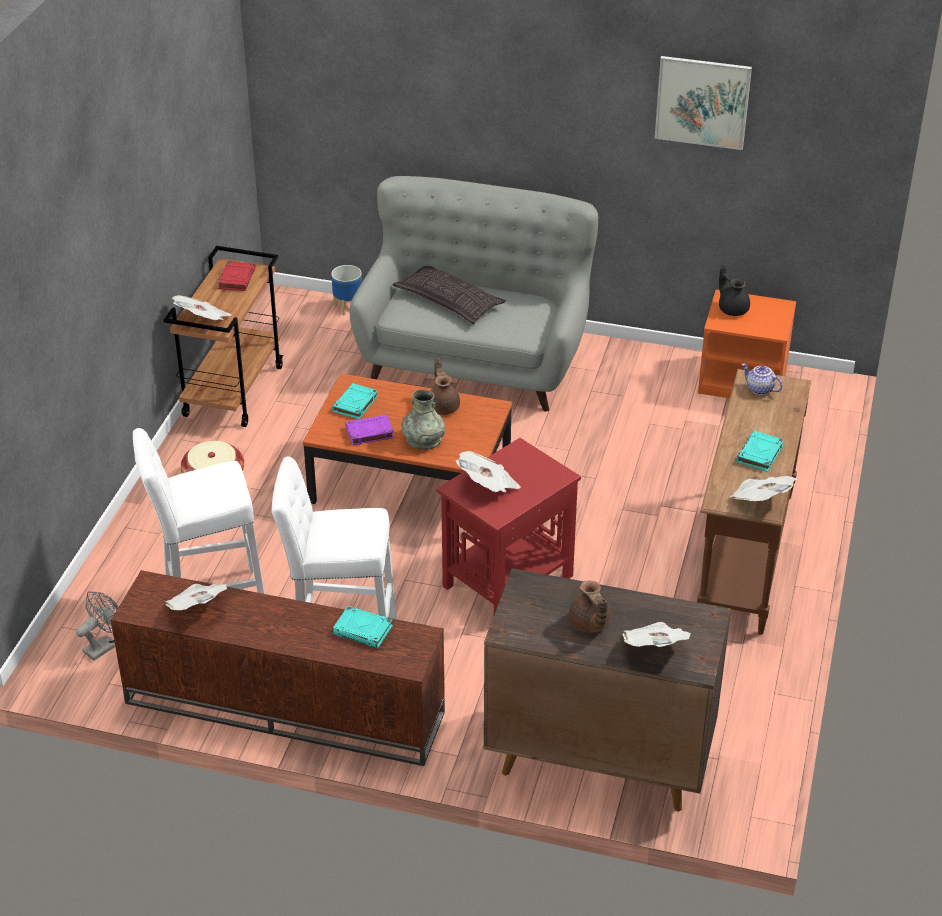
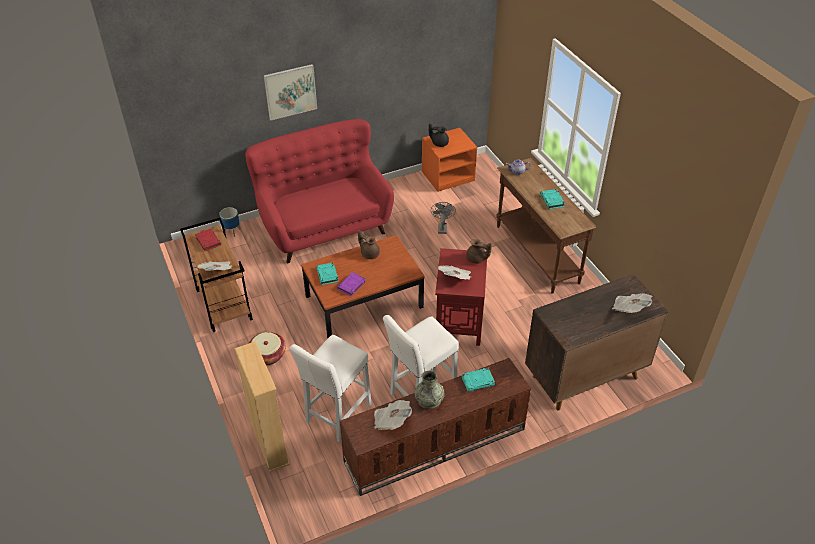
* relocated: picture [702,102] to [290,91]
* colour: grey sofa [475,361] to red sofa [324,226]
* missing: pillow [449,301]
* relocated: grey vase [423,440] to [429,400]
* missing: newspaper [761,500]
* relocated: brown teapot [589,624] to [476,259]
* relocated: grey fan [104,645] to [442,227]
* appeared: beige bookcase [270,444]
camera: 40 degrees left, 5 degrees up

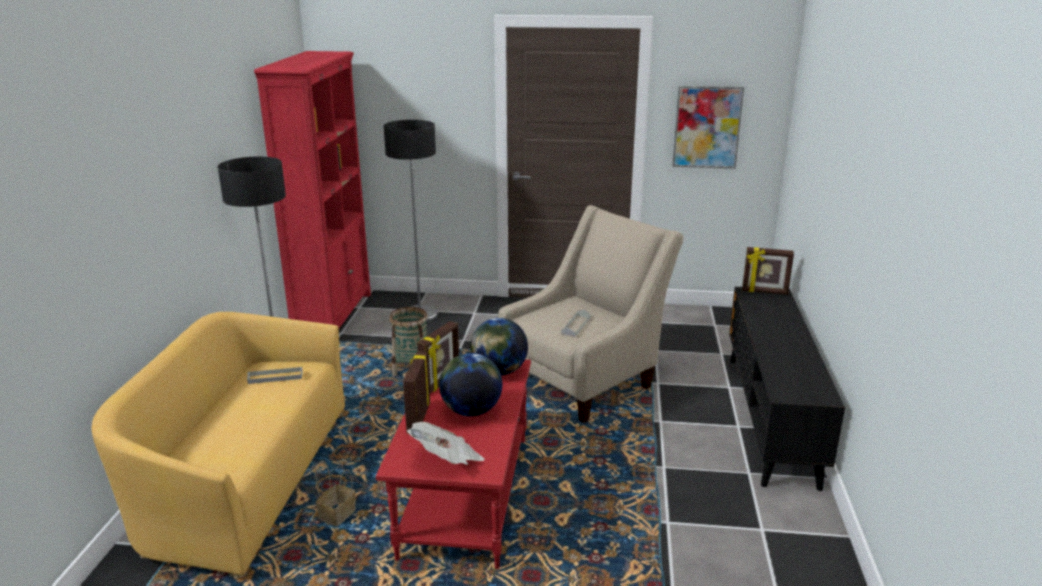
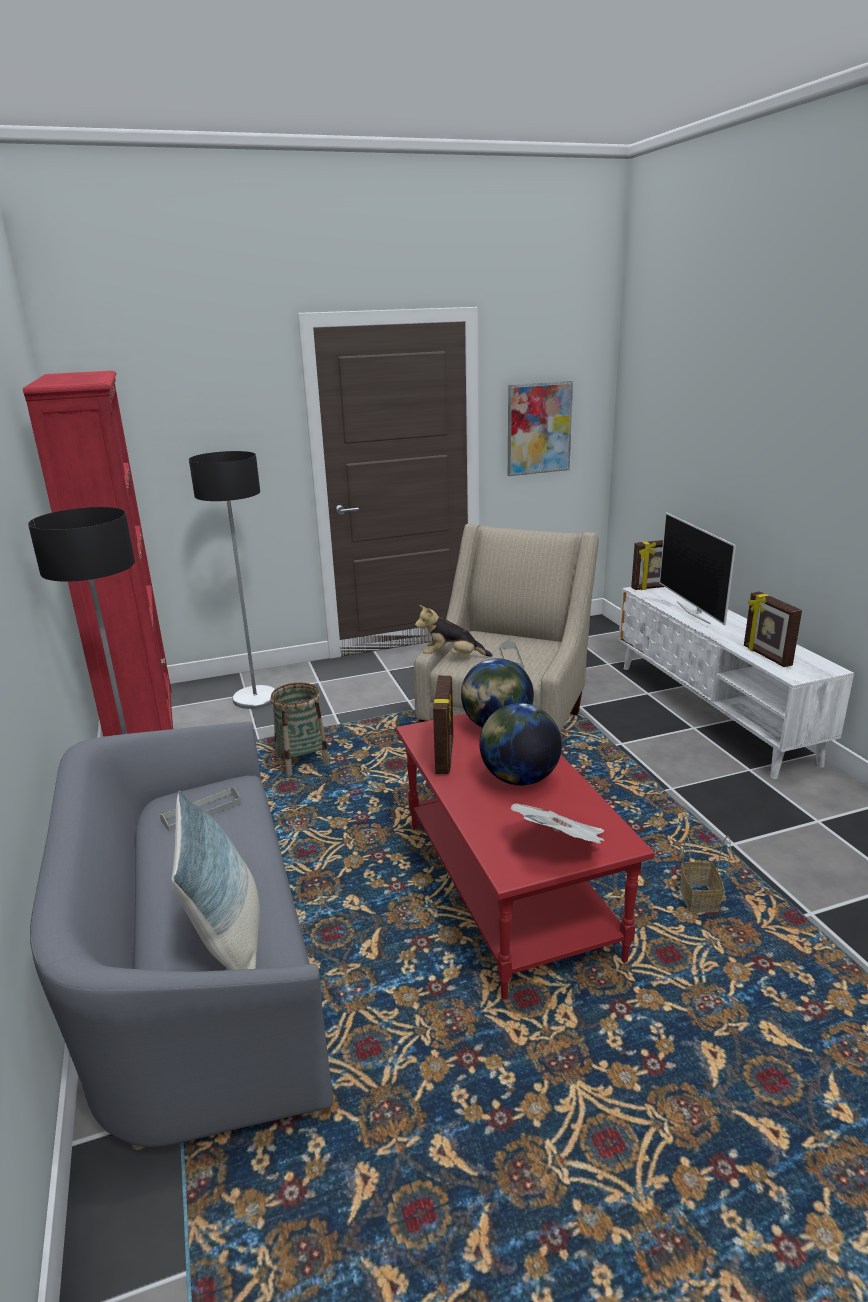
* colour: black tv stand [771,417] to white tv stand [712,711]
* colour: yellow sofa [242,480] to grey sofa [200,972]
* relocated: picture frame [417,418] to [766,656]
* relocated: basket [337,516] to [700,901]
* appeared: television [694,612]
* appeared: plush toy [452,657]
* appeared: pillow [228,939]
camera: 25 degrees left, 0 degrees up

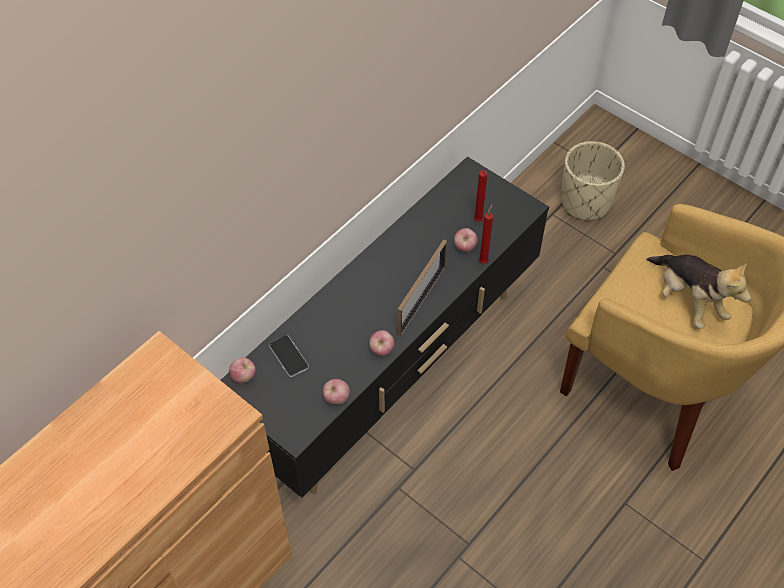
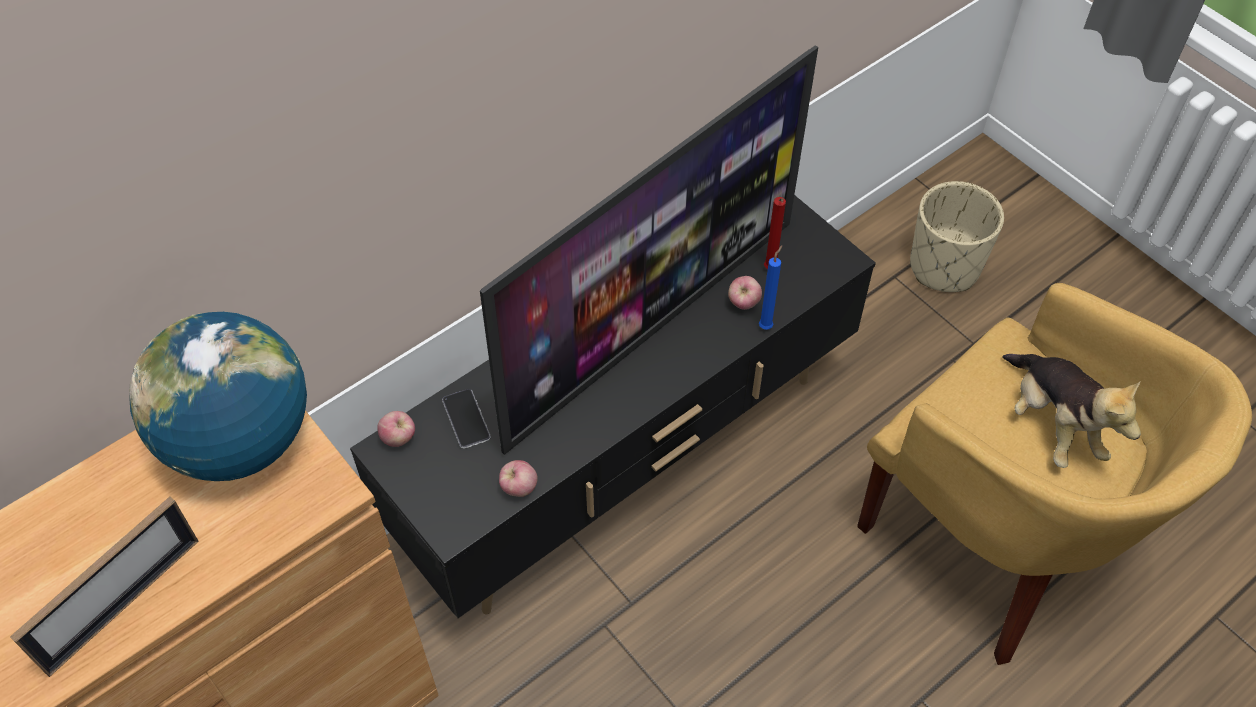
* colour: red candle [484,261] to blue candle [766,325]
* relocated: picture frame [421,300] to [123,604]
* missing: apple [381,350]
* appeared: television [650,327]
* appeared: globe [240,441]
camera: 10 degrees right, 0 degrees up

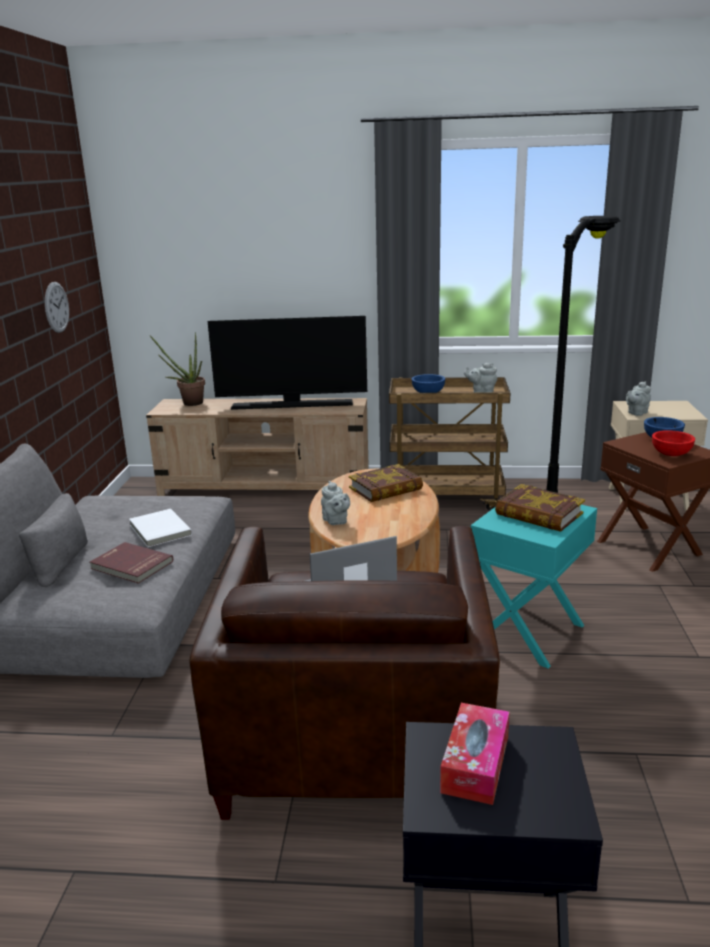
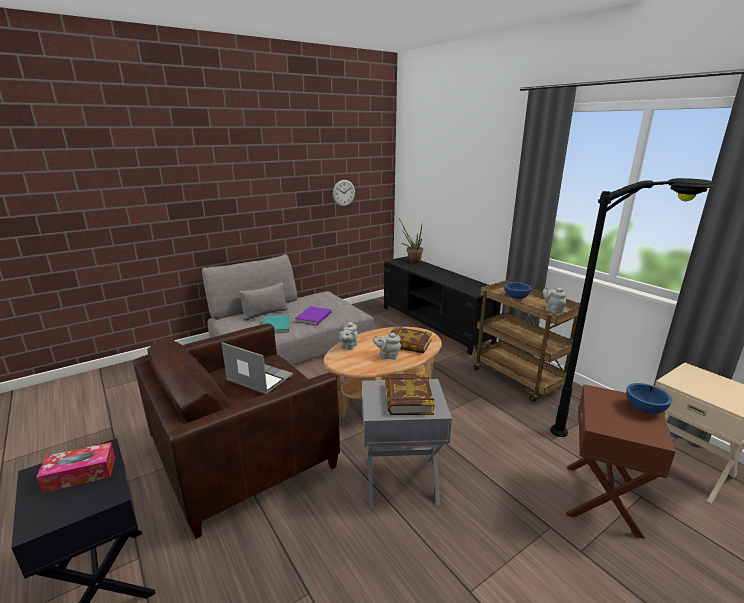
* missing: television [293,405]
* relocated: grey teapot [636,413] to [388,356]
* colour: beige tv stand [266,488] to black tv stand [435,325]
* missing: red bowl [670,454]
* colour: turquoise side table [529,633] to grey side table [401,481]
* colour: white book [159,530] to purple book [313,317]
* colour: red book [131,565] to turquoise book [275,326]
camera: 50 degrees right, 0 degrees up

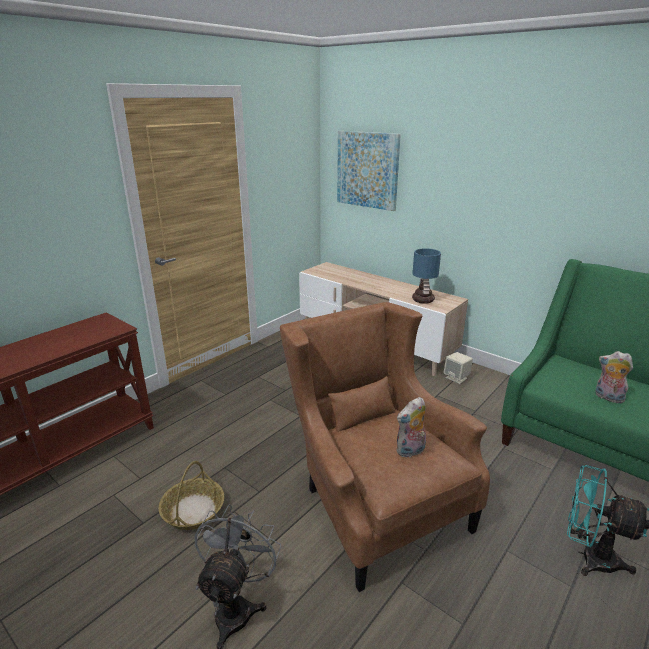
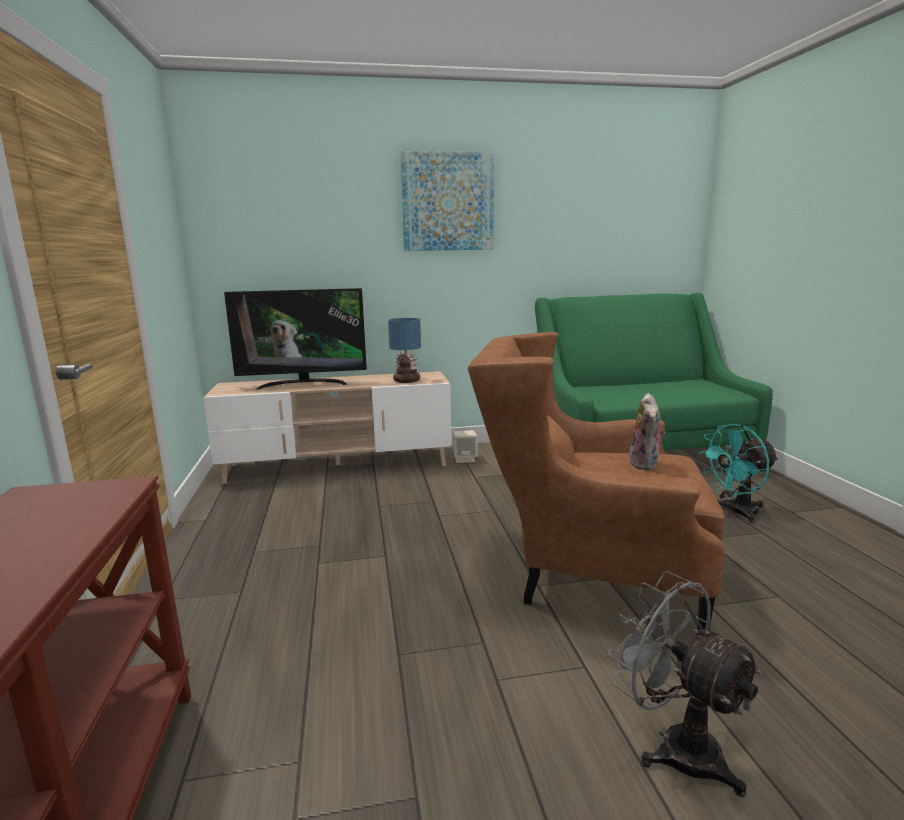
* relocated: picture [367,170] to [447,202]
* missing: plush toy [607,397]
* missing: basket [193,510]
* appeared: television [303,384]
camera: 50 degrees left, 10 degrees down

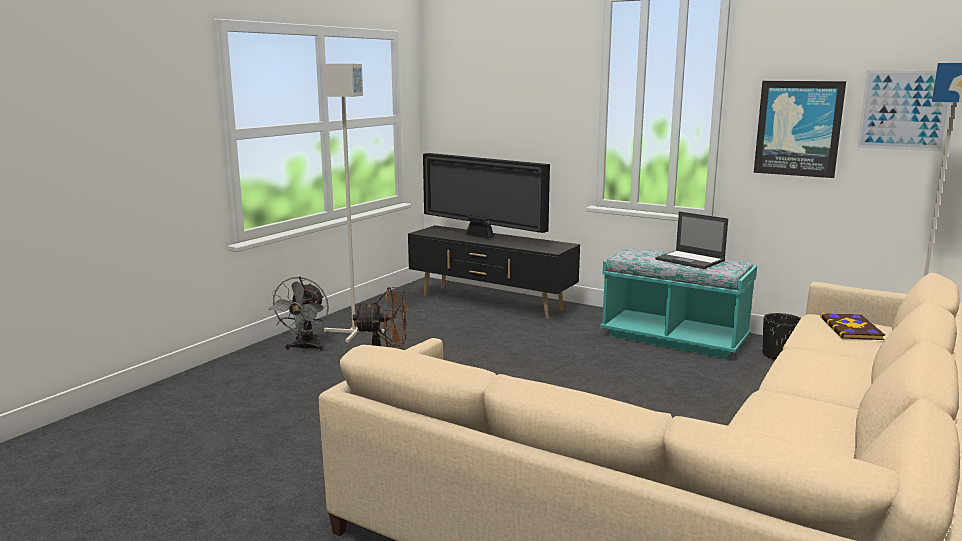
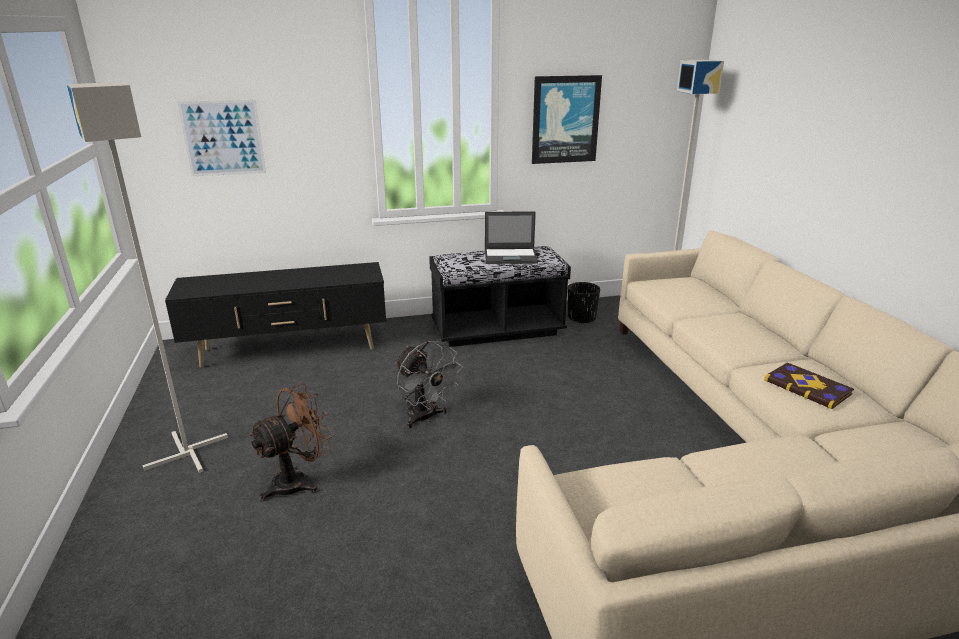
* relocated: picture [905,110] to [223,138]
* missing: television [482,237]
* colour: turquoise bench [674,338] to black bench [497,329]
* relocated: grey fan [305,348] to [425,418]
* relocated: book [852,329] to [808,387]
camera: 45 degrees left, 10 degrees up

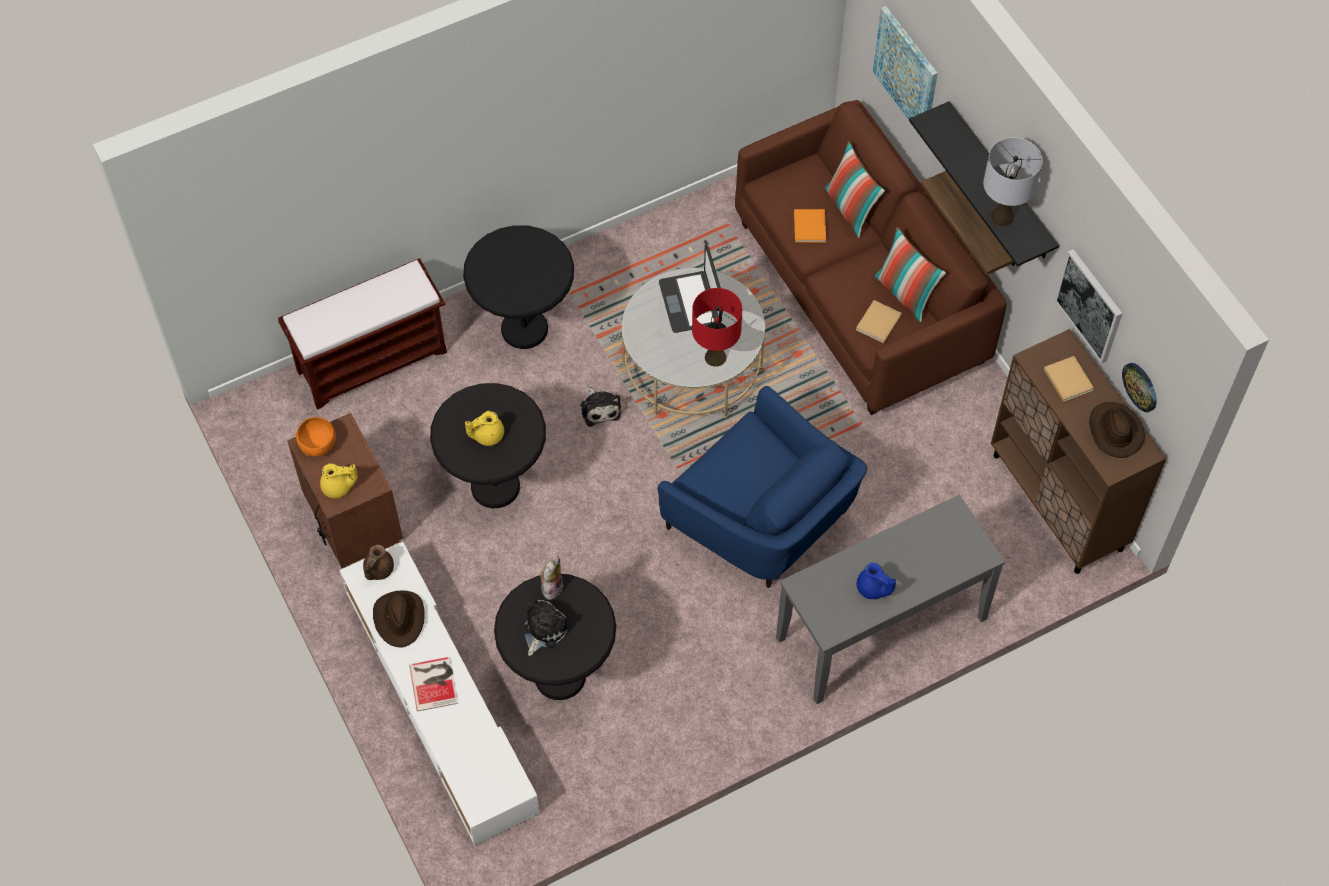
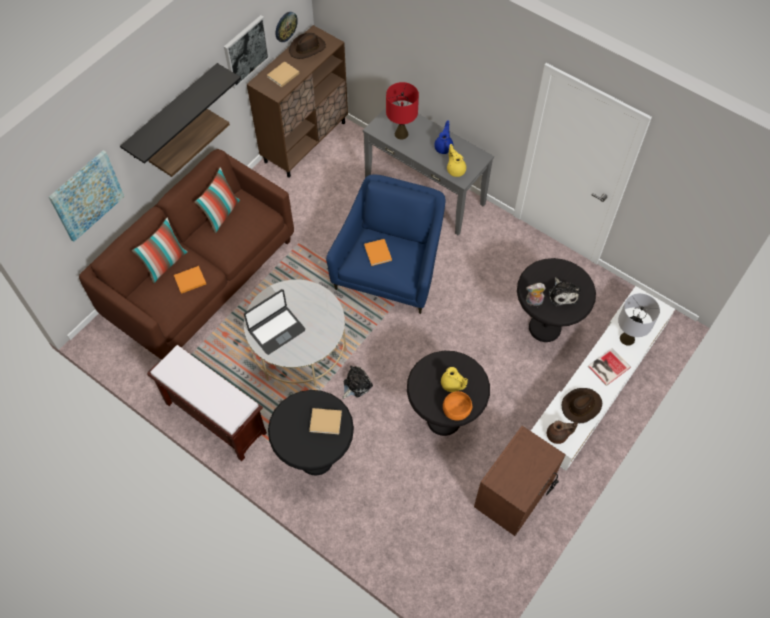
* relocated: grey table lamp [1002,217] to [627,338]
* relocated: brown bench [373,360] to [214,418]
* relocated: red table lamp [715,357] to [401,134]
* relocated: beige book [878,323] to [326,422]
* relocated: orange bowl [318,444] to [456,411]
* relocated: yellow teapot [339,487] to [455,169]
* spun: plush toy [543,629] = [562,294] 105 degrees counterclockwise
* appeared: orange book [378,253]
camera: 115 degrees left, 0 degrees up

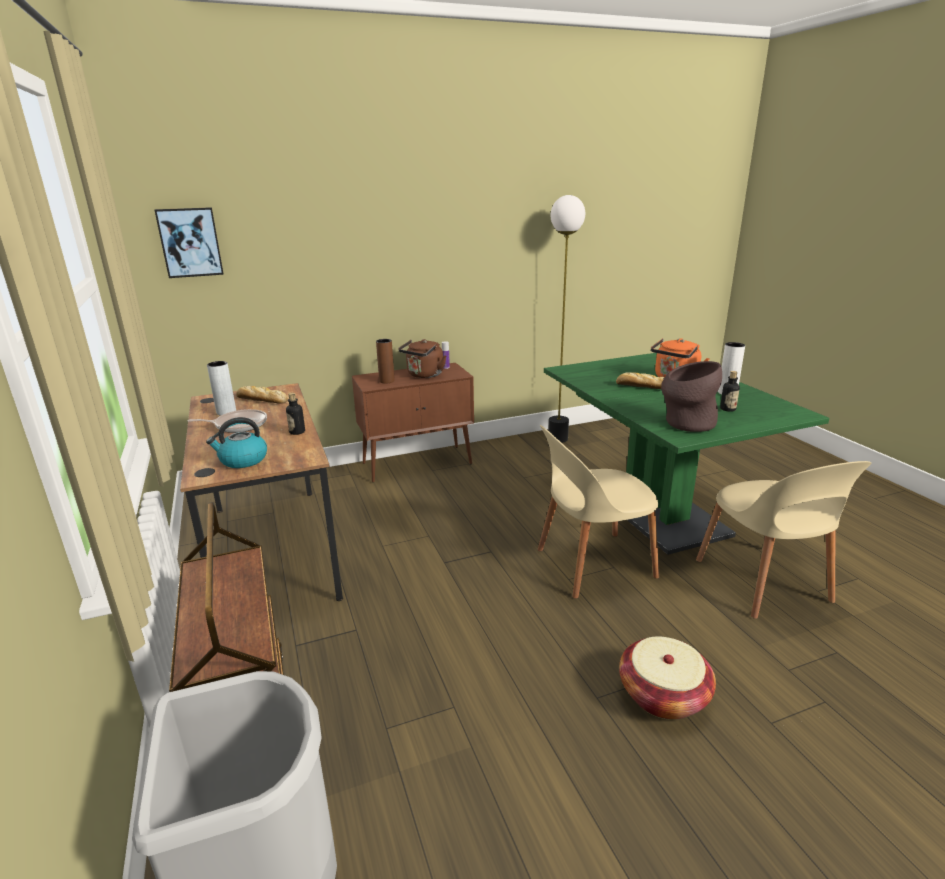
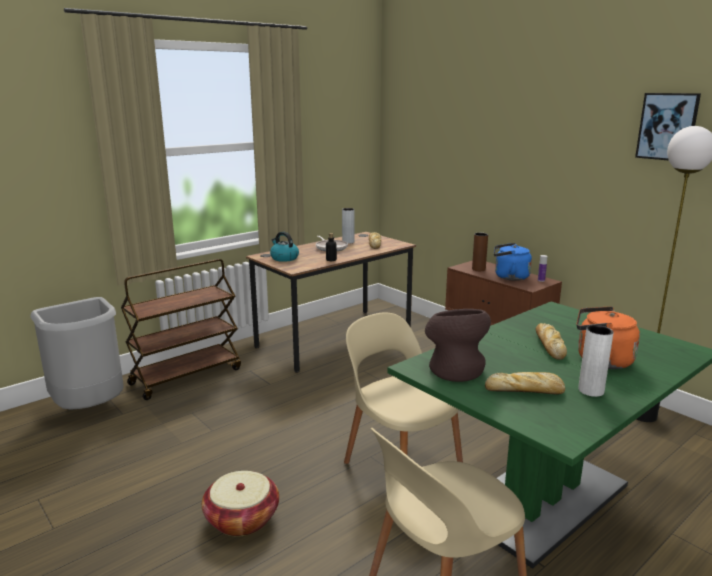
* relocated: picture [190,242] to [667,126]
* colour: brown kettle [424,375] to blue kettle [509,277]
* exchanged: bottle [727,409] to bread [525,390]
camera: 70 degrees right, 5 degrees down

